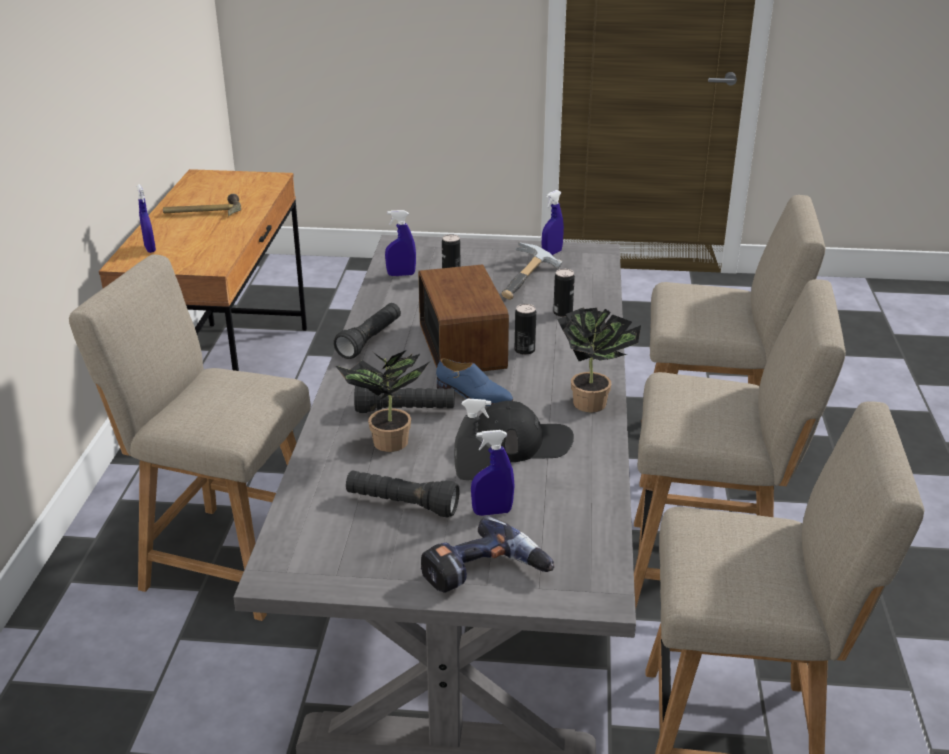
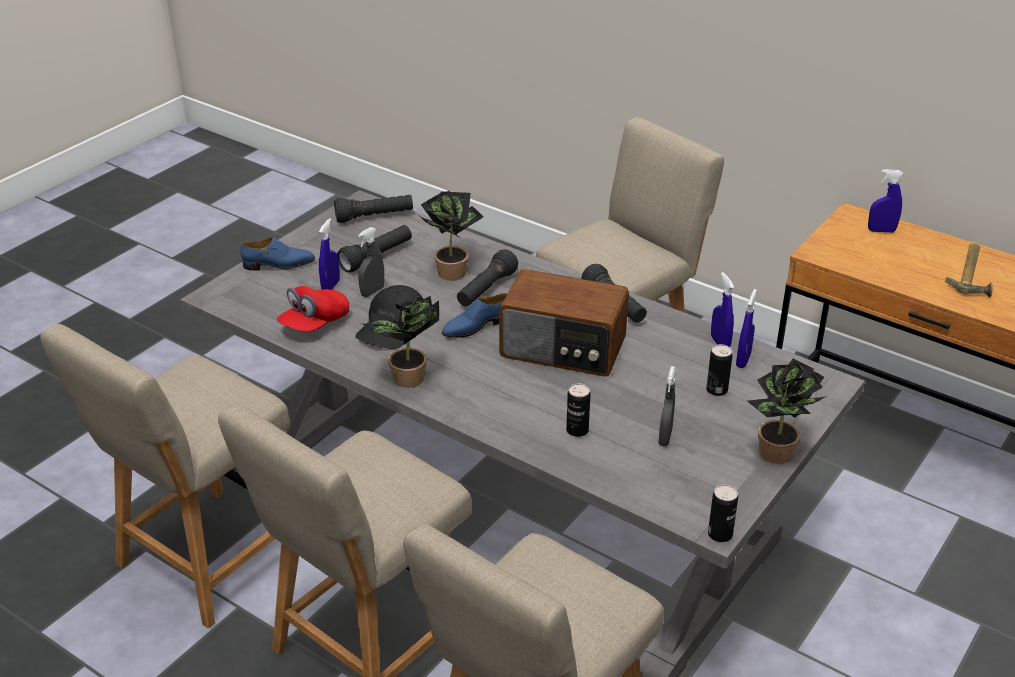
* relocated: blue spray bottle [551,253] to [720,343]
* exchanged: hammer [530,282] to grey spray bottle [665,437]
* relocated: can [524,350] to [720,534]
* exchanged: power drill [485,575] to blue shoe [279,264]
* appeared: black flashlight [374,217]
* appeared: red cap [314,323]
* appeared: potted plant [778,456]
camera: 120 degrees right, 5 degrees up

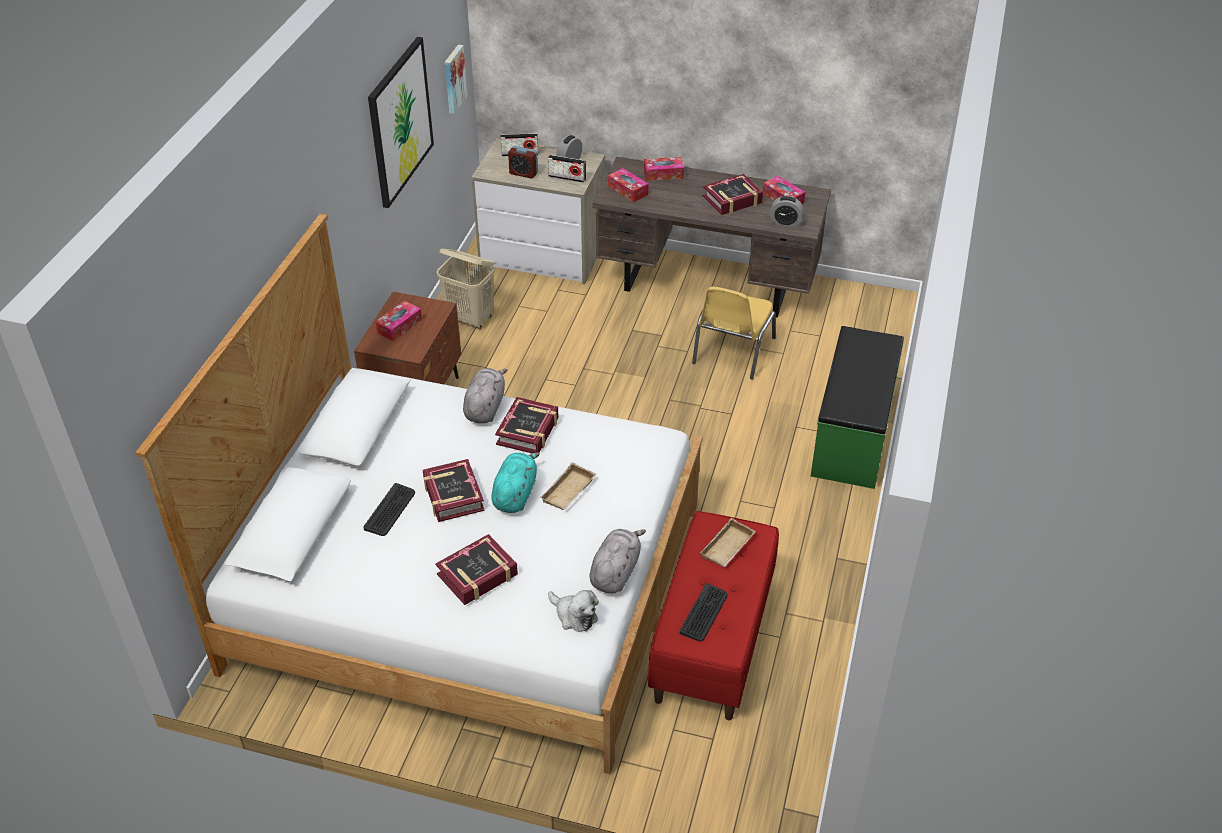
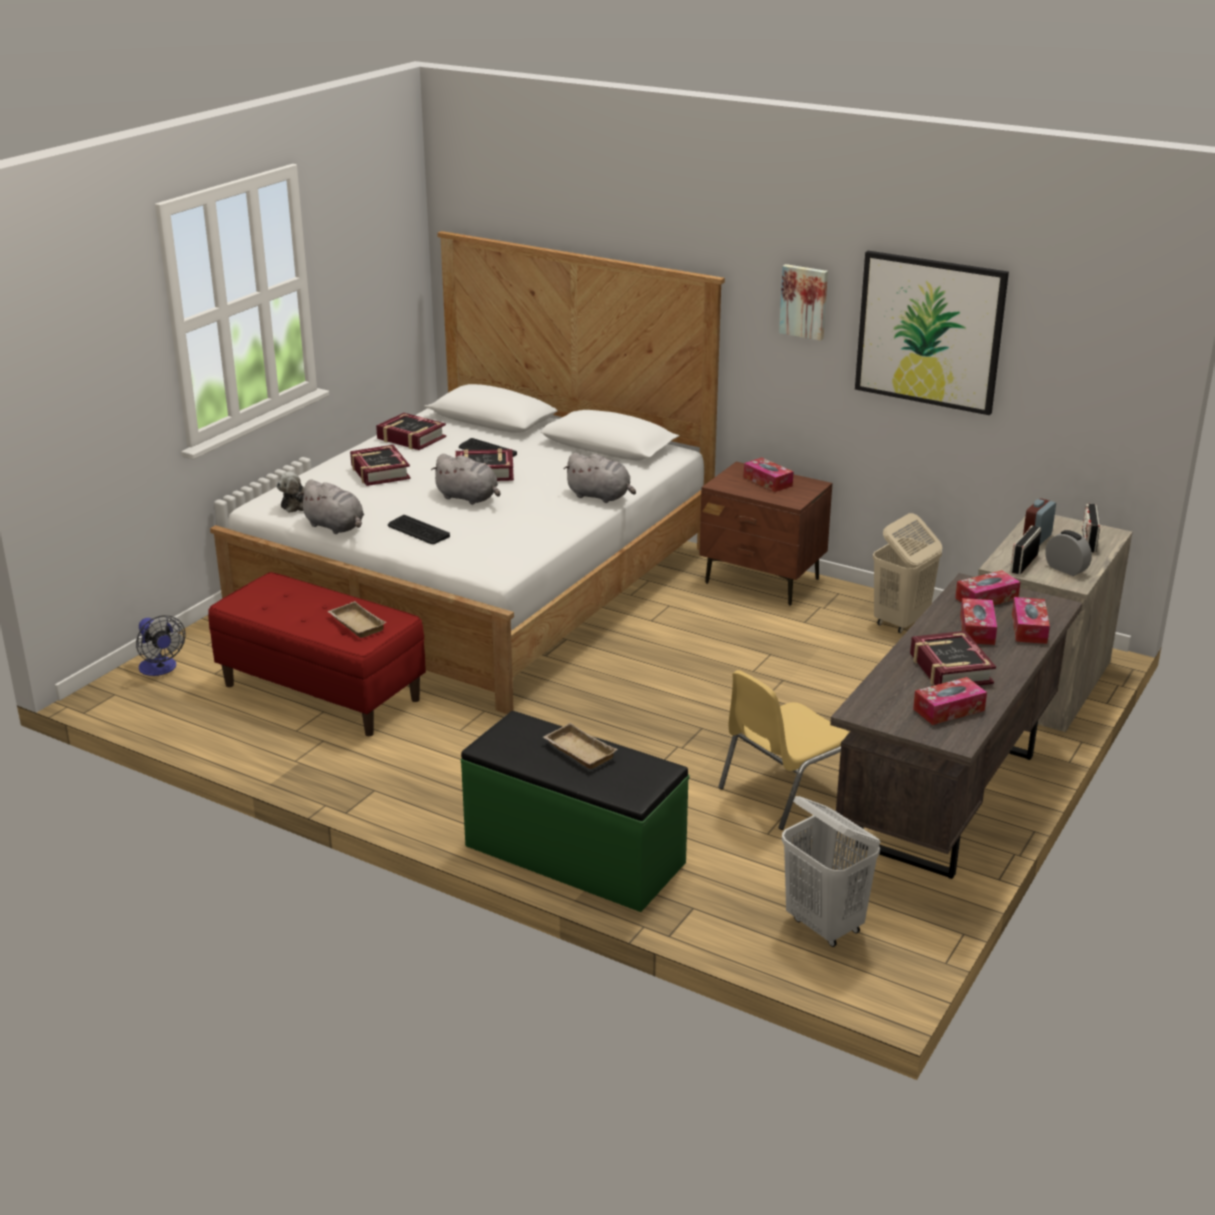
* relocated: picture [453,79] to [804,301]
* missing: alarm clock [785,222]
* spun: yellow chair [732,351] = [784,791] 75 degrees counterclockwise
* relocated: book [528,431] to [411,438]
* colour: turquoise plush toy [515,494] to grey plush toy [469,498]
* relocated: beige tray [569,492] to [577,751]
* relocated: keyboard [704,613] to [418,531]
* appeared: tissue box [977,629]
* appeared: fan [160,669]
* appeared: white laundry basket [825,925]
camera: 105 degrees right, 15 degrees down

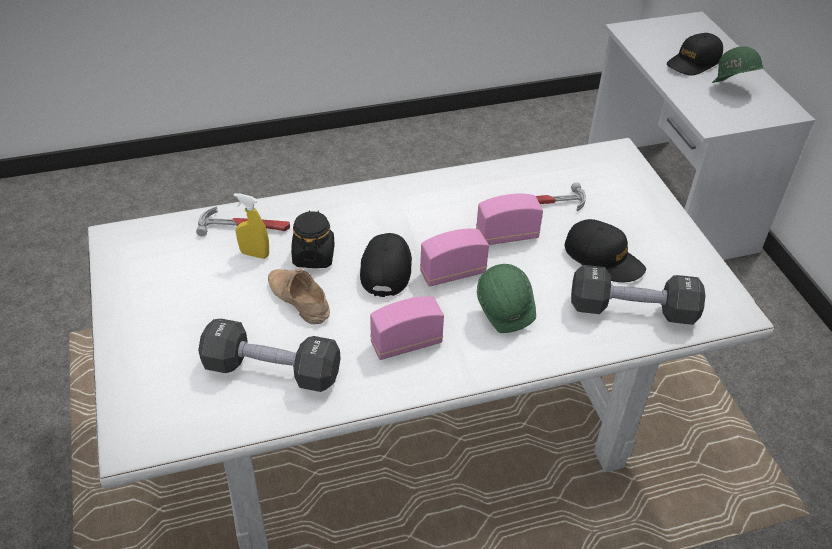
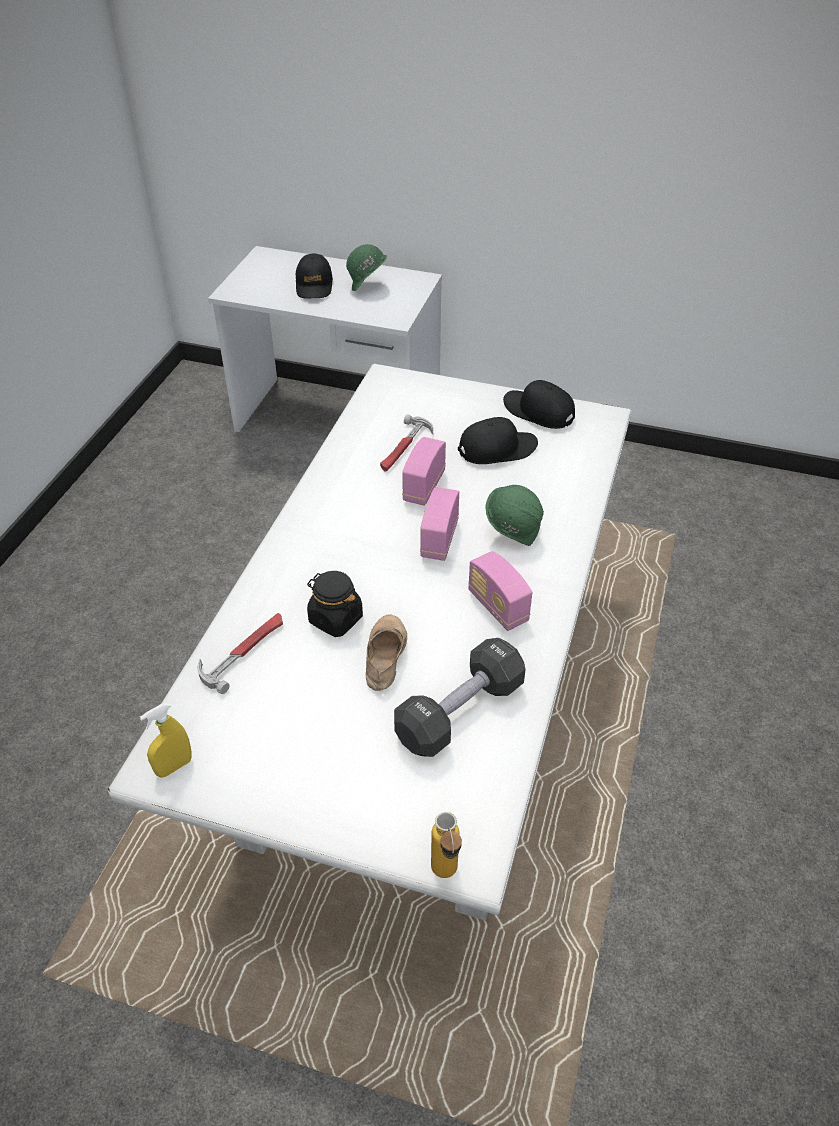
* relocated: yellow spray bottle [254,254] to [174,767]
* relocated: black cap [386,267] to [538,411]
* missing: black dumbbell [632,310]
* spun: beige shoe [297,299] = [383,655] 105 degrees clockwise
* spun: radio [406,343] = [497,607] 45 degrees counterclockwise
* appeared: bottle [446,877]
camera: 55 degrees left, 0 degrees up

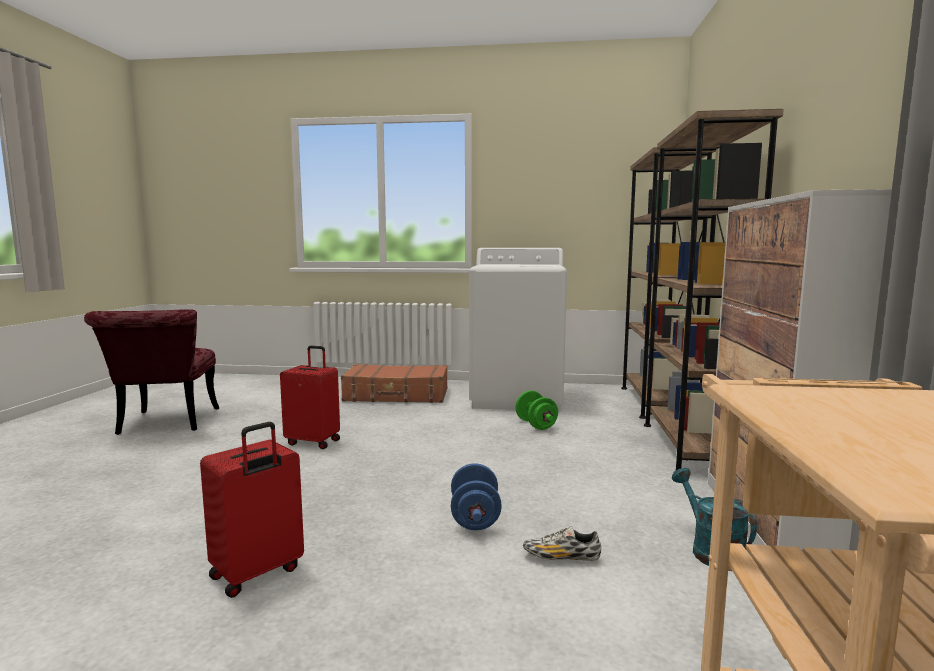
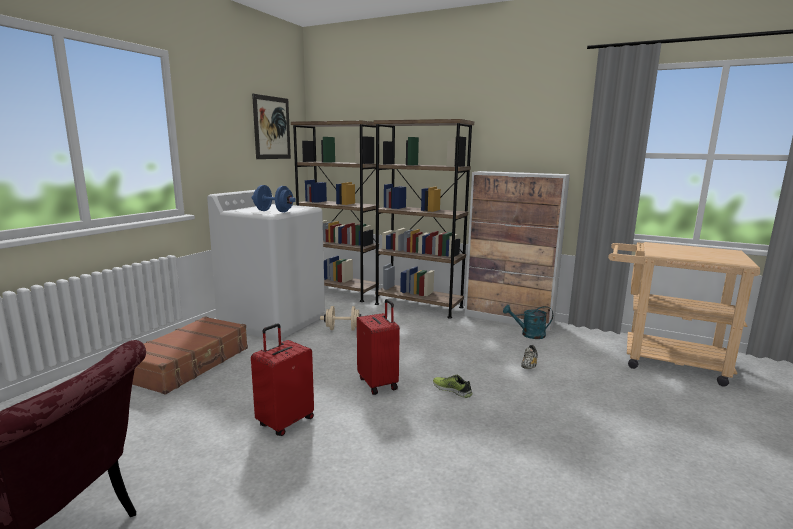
* colour: green dumbbell [536,425] to beige dumbbell [342,329]
* relocated: red suitcase [257,574] to [378,383]
* relocated: blue dumbbell [475,518] to [274,211]
* appeared: picture [272,128]
* appeared: shoe [452,390]
camera: 70 degrees left, 5 degrees up

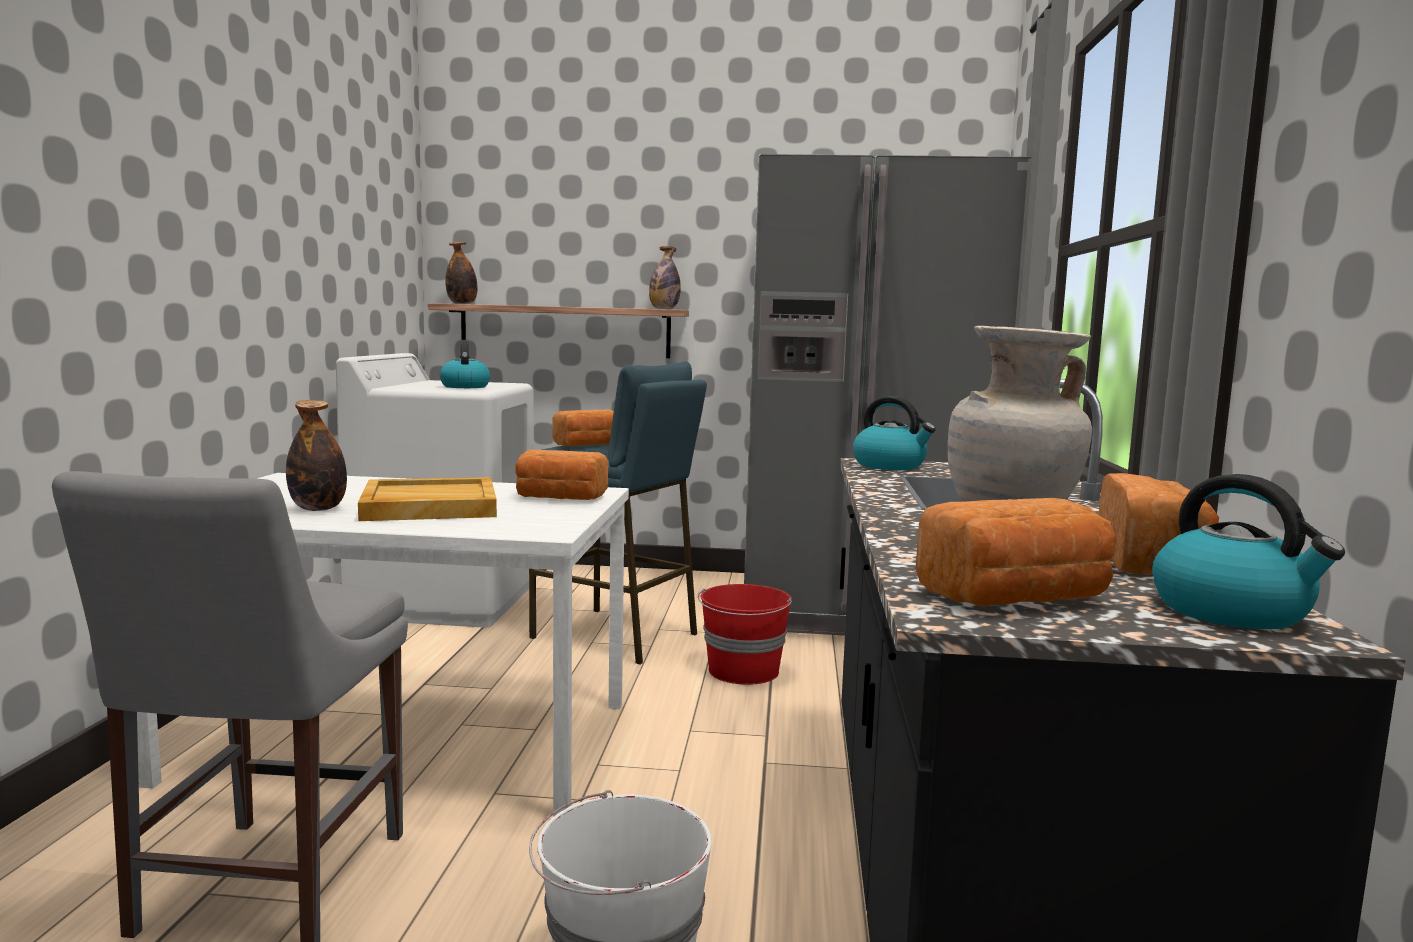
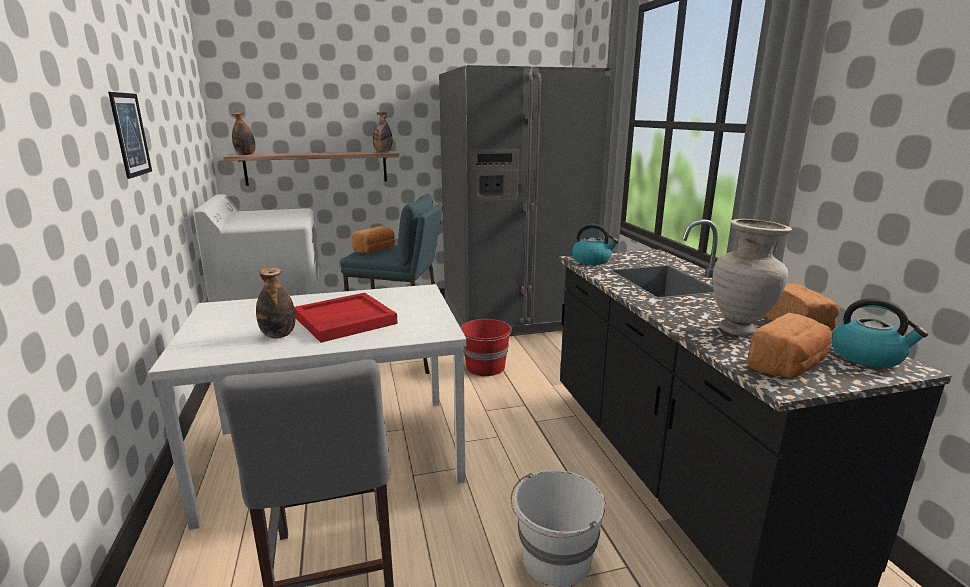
* missing: kettle [464,386]
* missing: bread [559,498]
* colour: beige tray [428,506] to red tray [344,320]
* appeared: picture [130,134]
camera: 20 degrees left, 10 degrees up

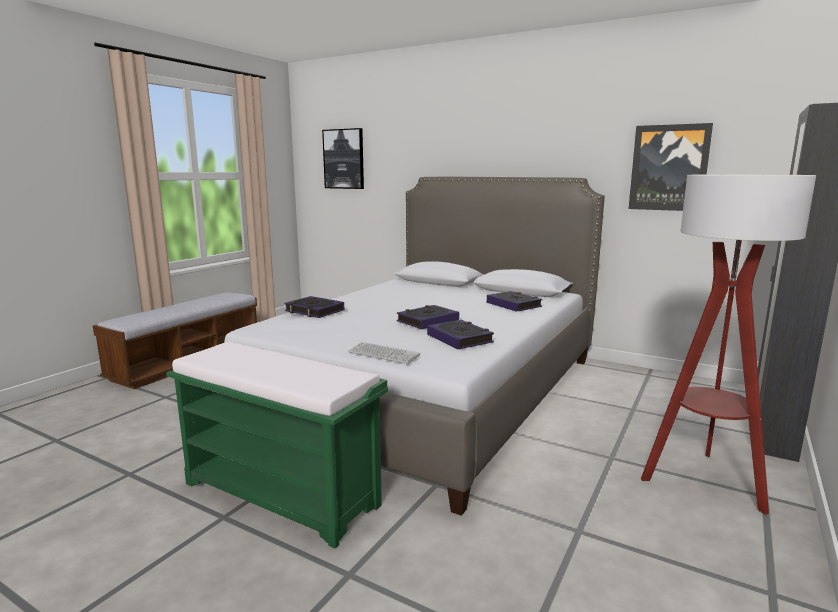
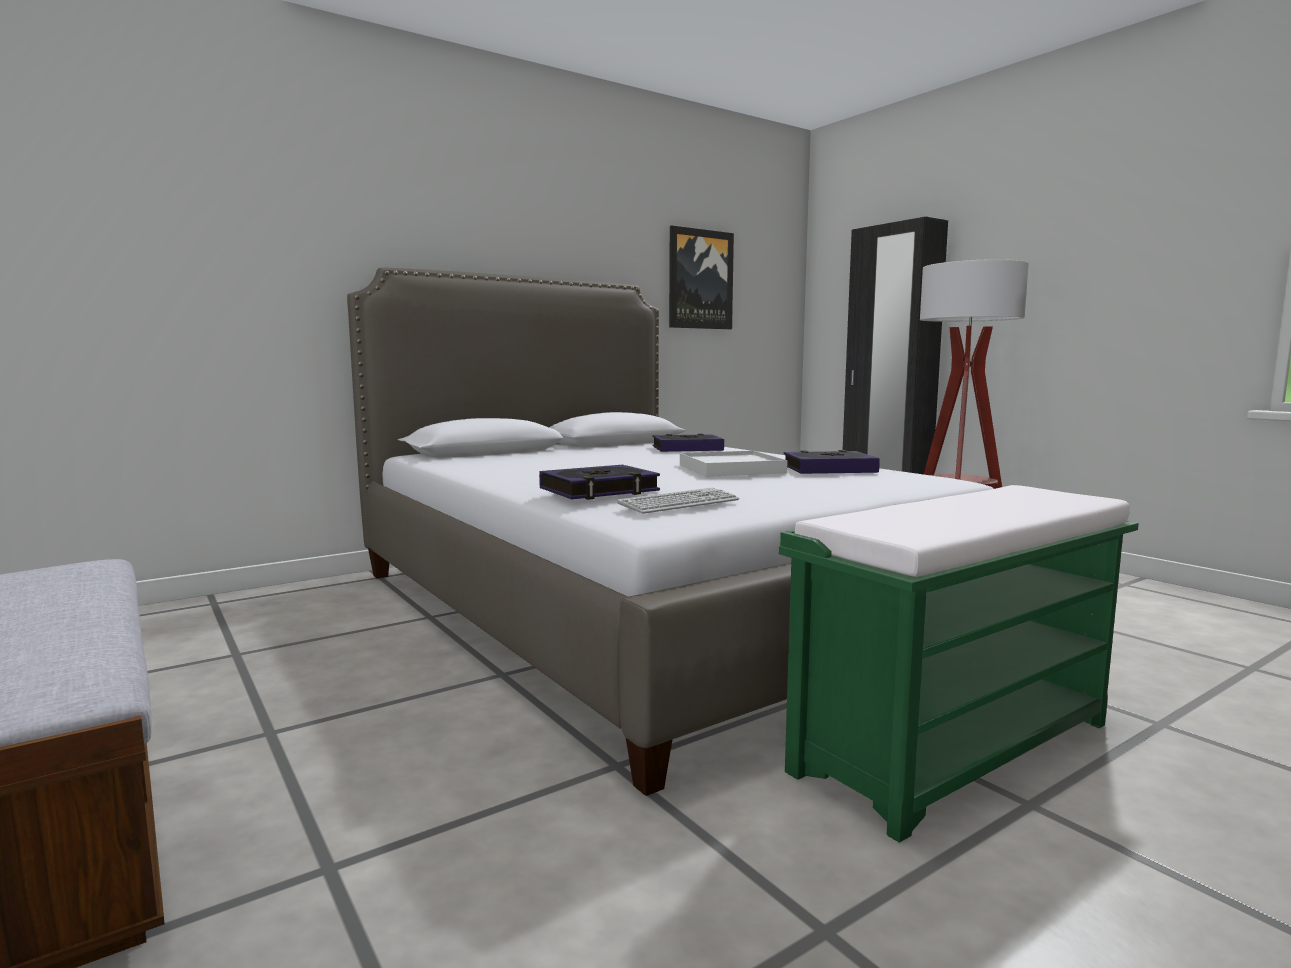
* missing: picture [344,159]
* exchanged: book [427,321] to white tray [731,469]
* relocated: keyboard [383,354] to [679,503]
camera: 65 degrees left, 5 degrees down

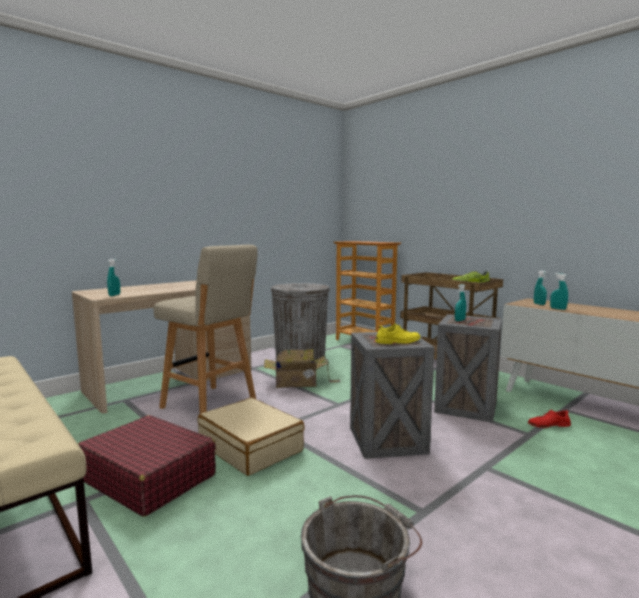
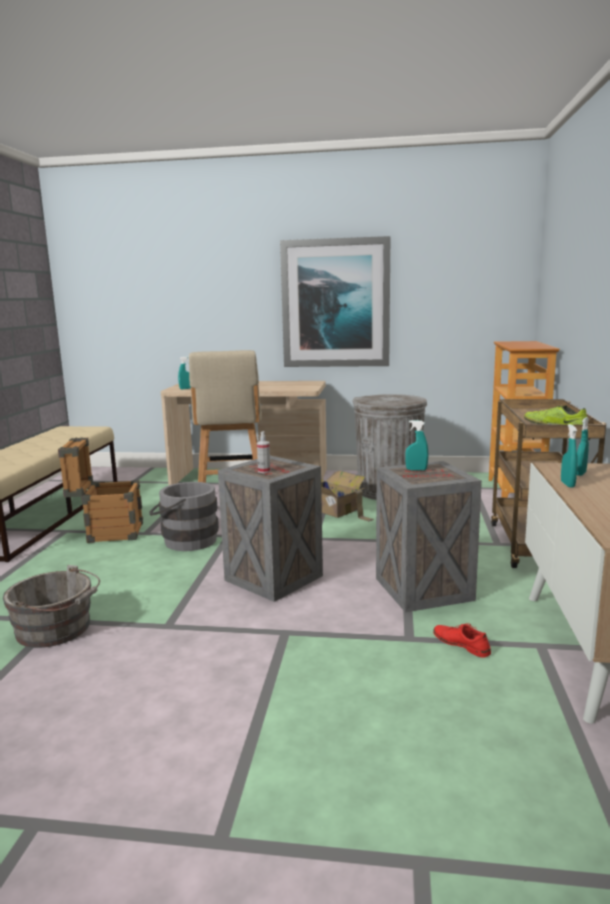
* exchanged: yellow shoe [398,341] to spray bottle [264,471]
* exchanged: beige suitcase [251,447] to grey bucket [185,541]
* exchanged: red suitcase [148,477] to crate [107,533]
* appeared: picture [336,303]
camera: 50 degrees right, 5 degrees up

